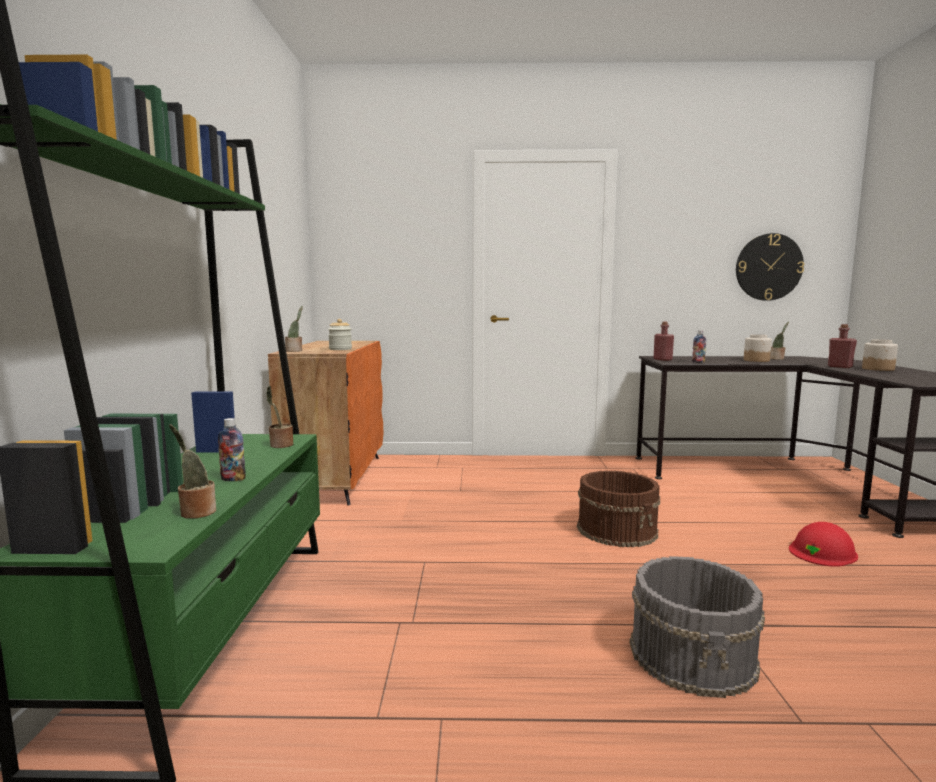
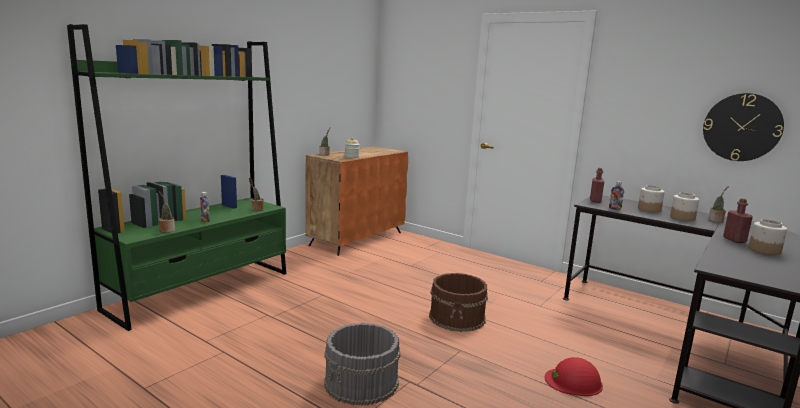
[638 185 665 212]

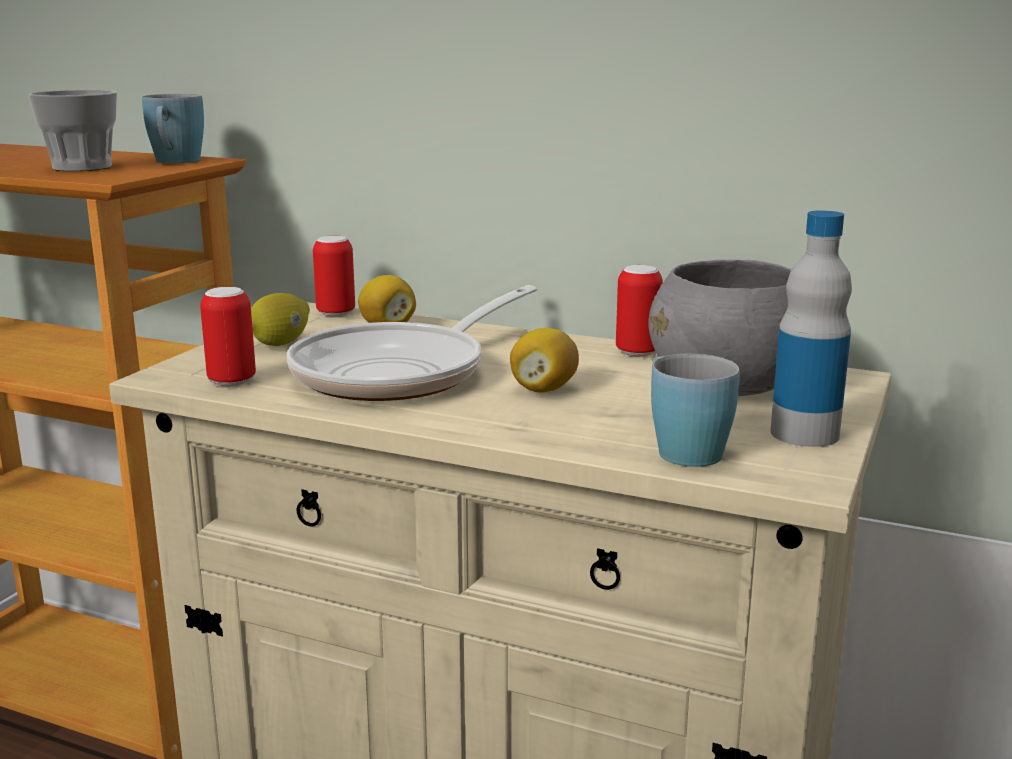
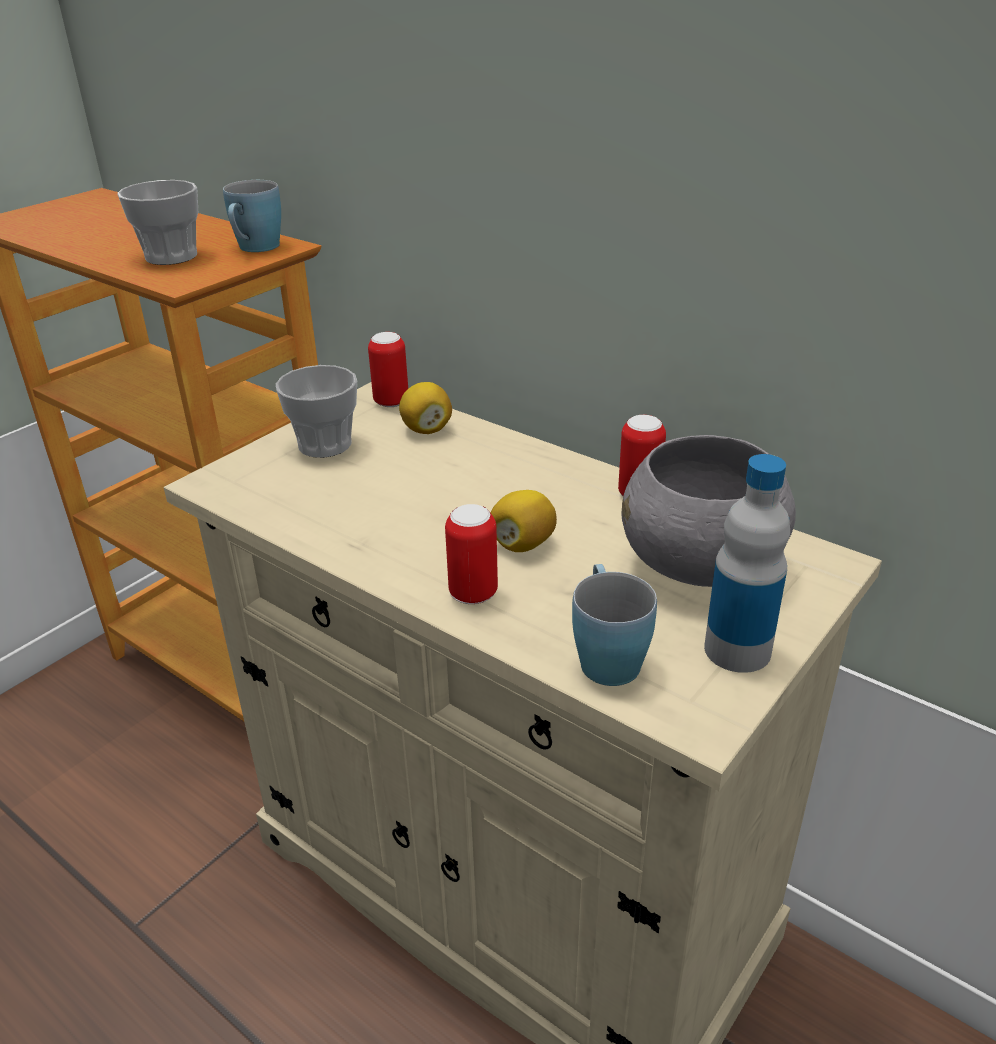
[287 285 537 401] (first image)
[445 504 498 604]
[276 365 357 458]

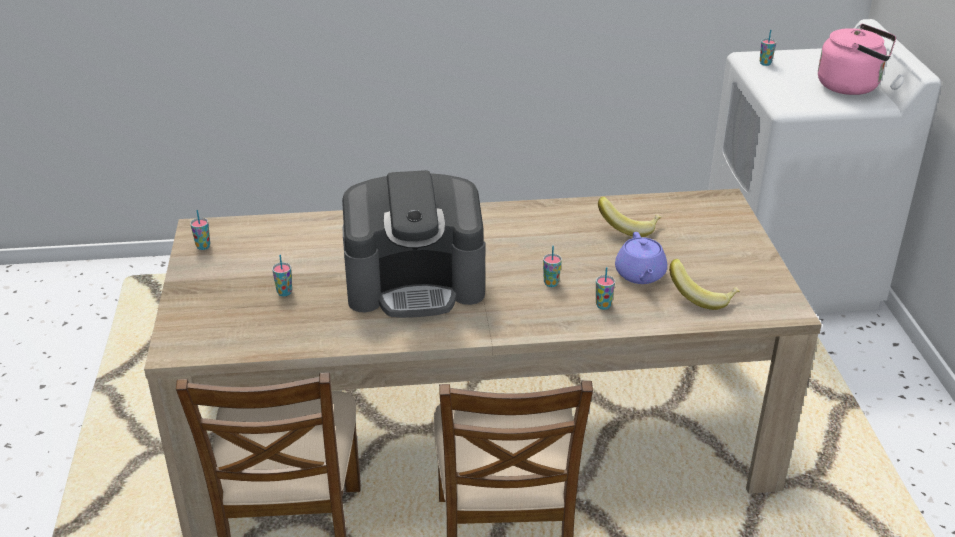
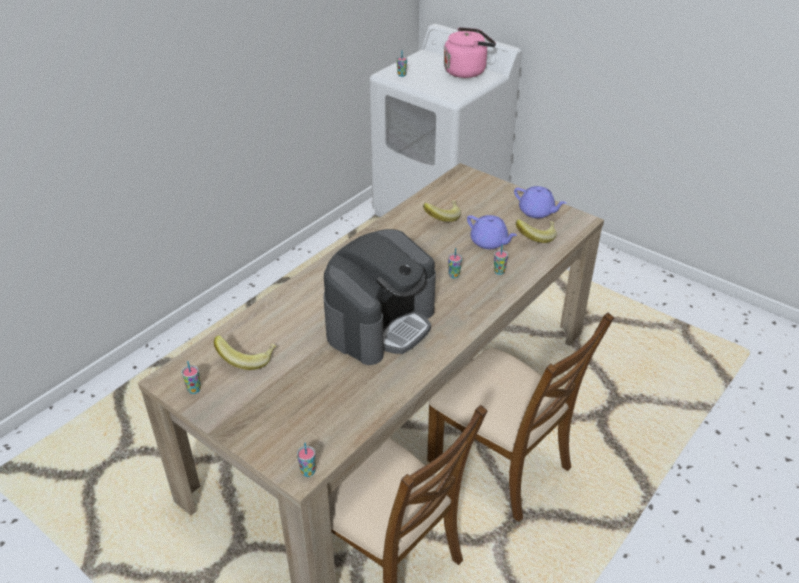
[297 443 316 477]
[514 186 566 218]
[214 335 276 370]

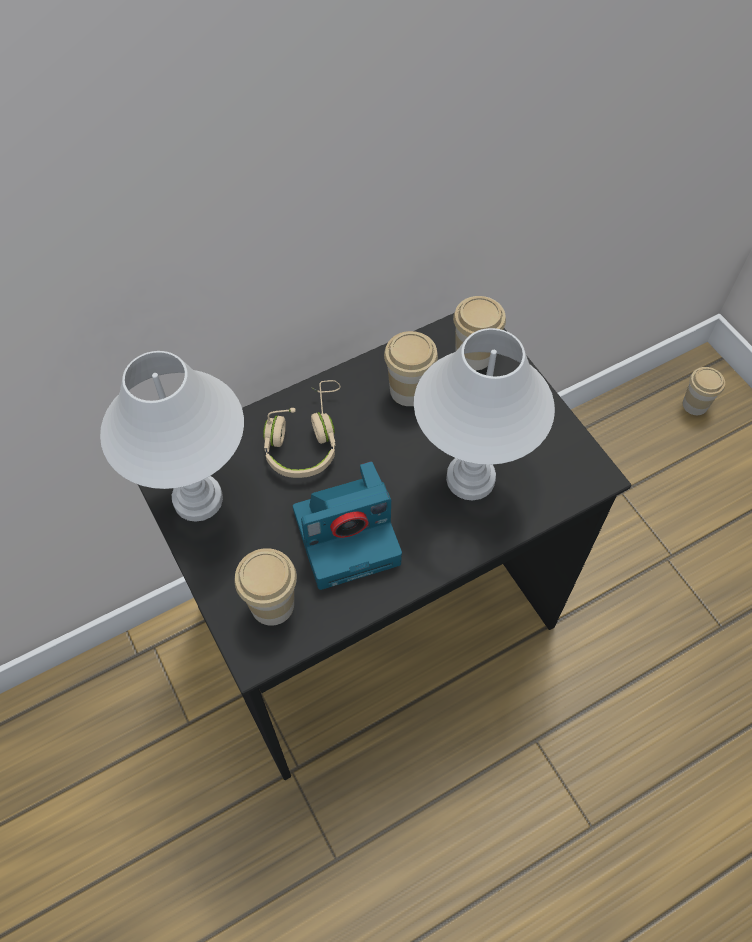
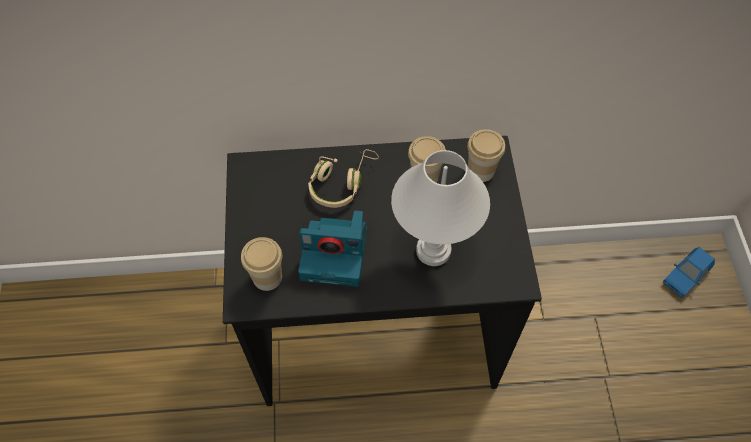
[100 351 244 522] (first image)
[663 247 715 298]

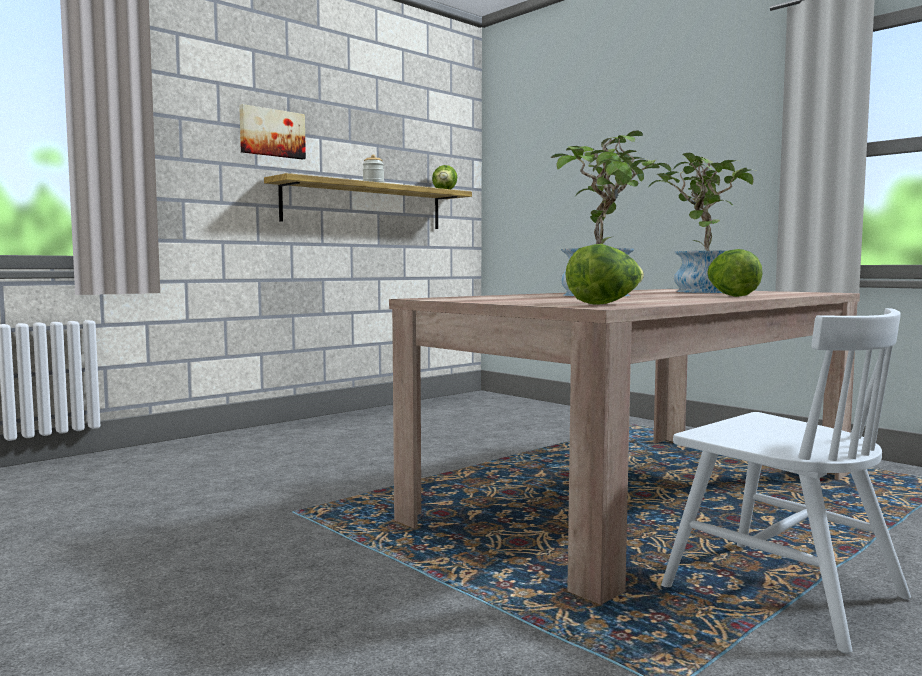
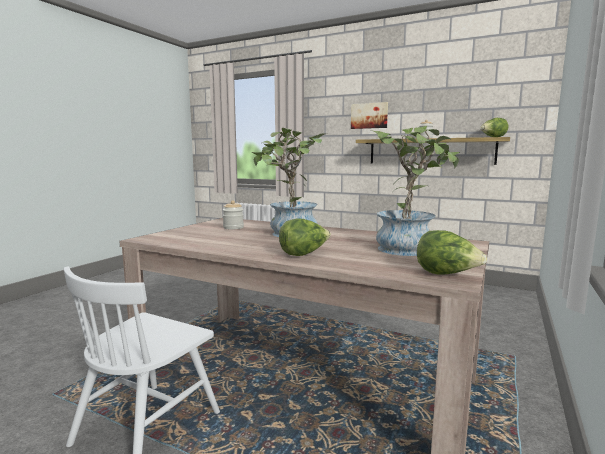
[417 230 487 275]
[223 200 244 230]

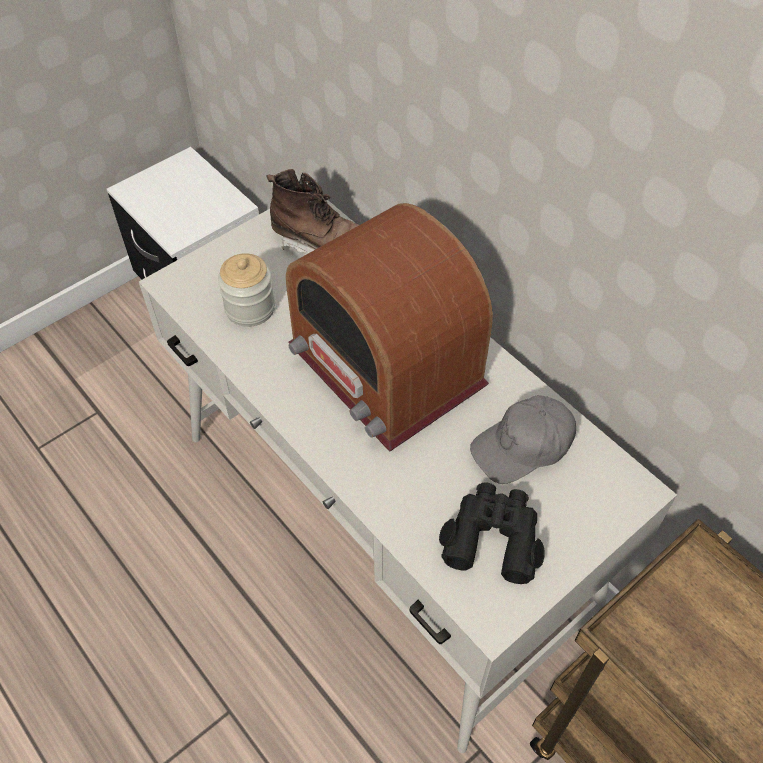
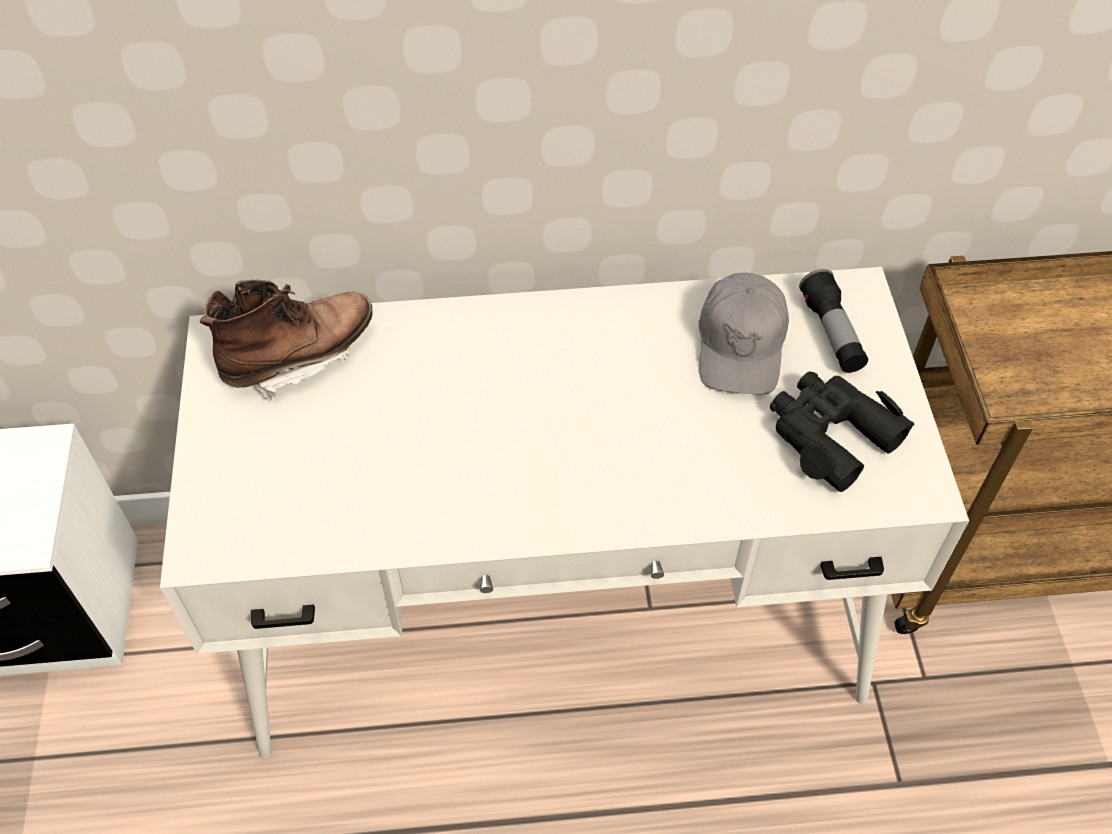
[286 203 493 452] (first image)
[218 253 275 327] (first image)
[799 269 868 373]

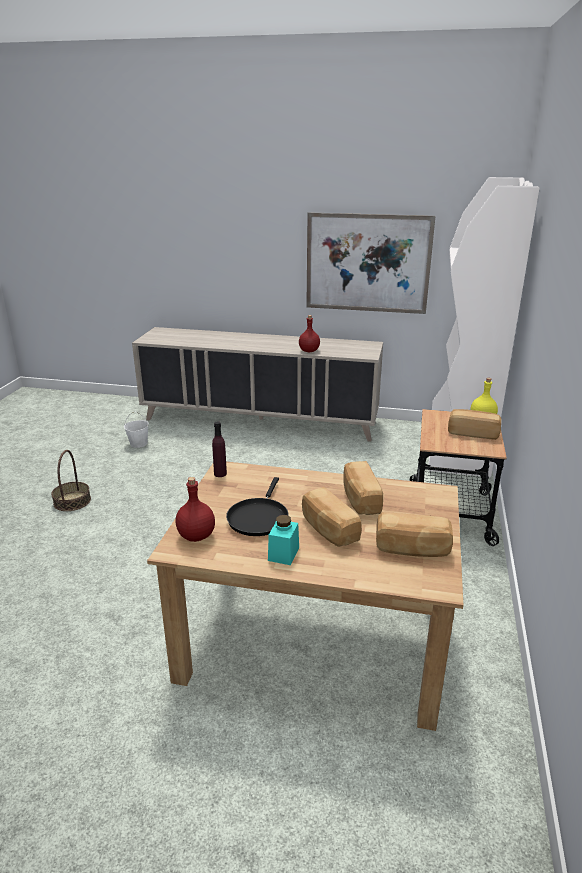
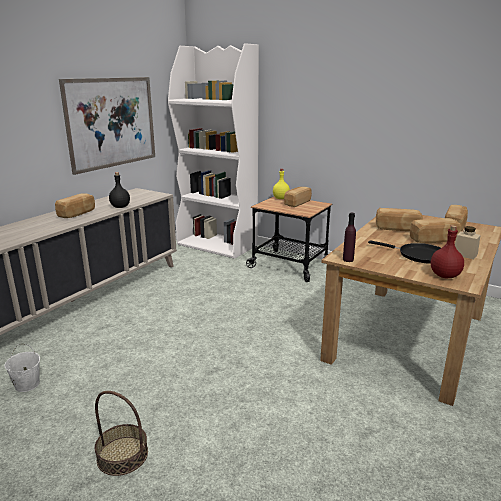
[109 172 130 208]
[455 226 481 259]
[55 193 95 218]

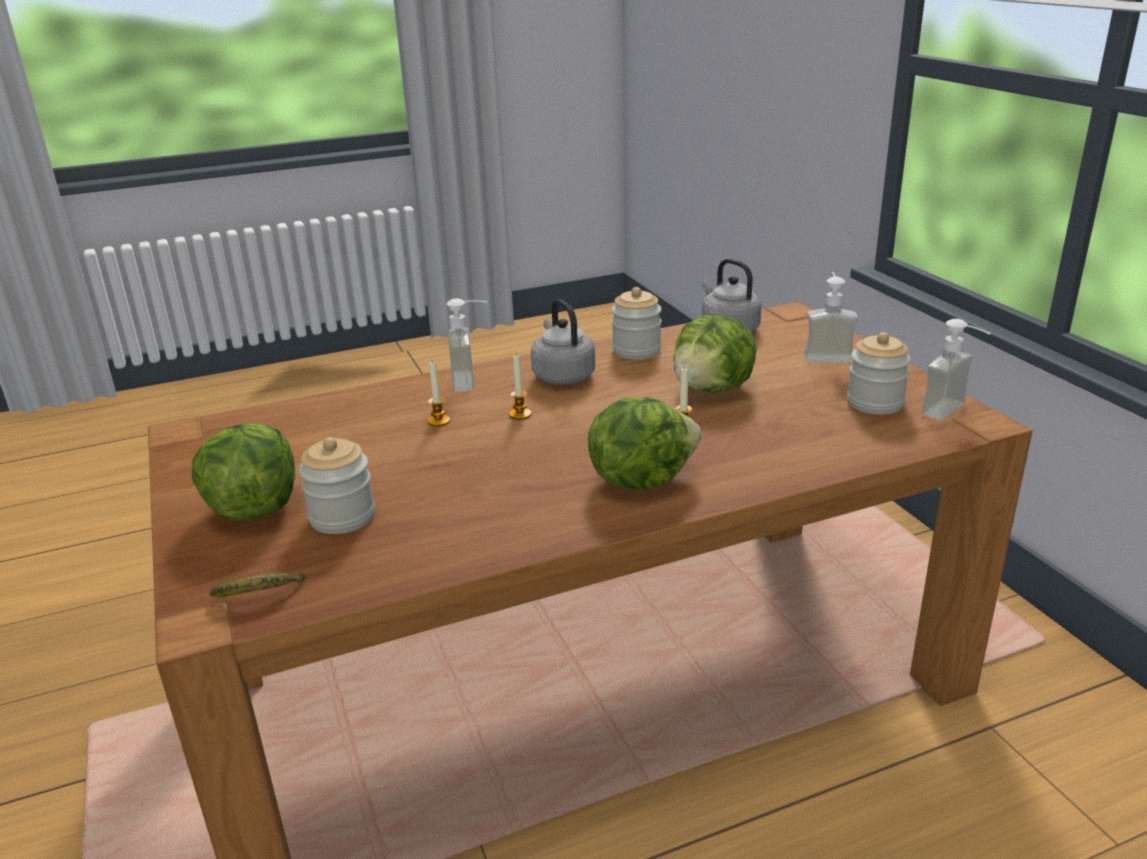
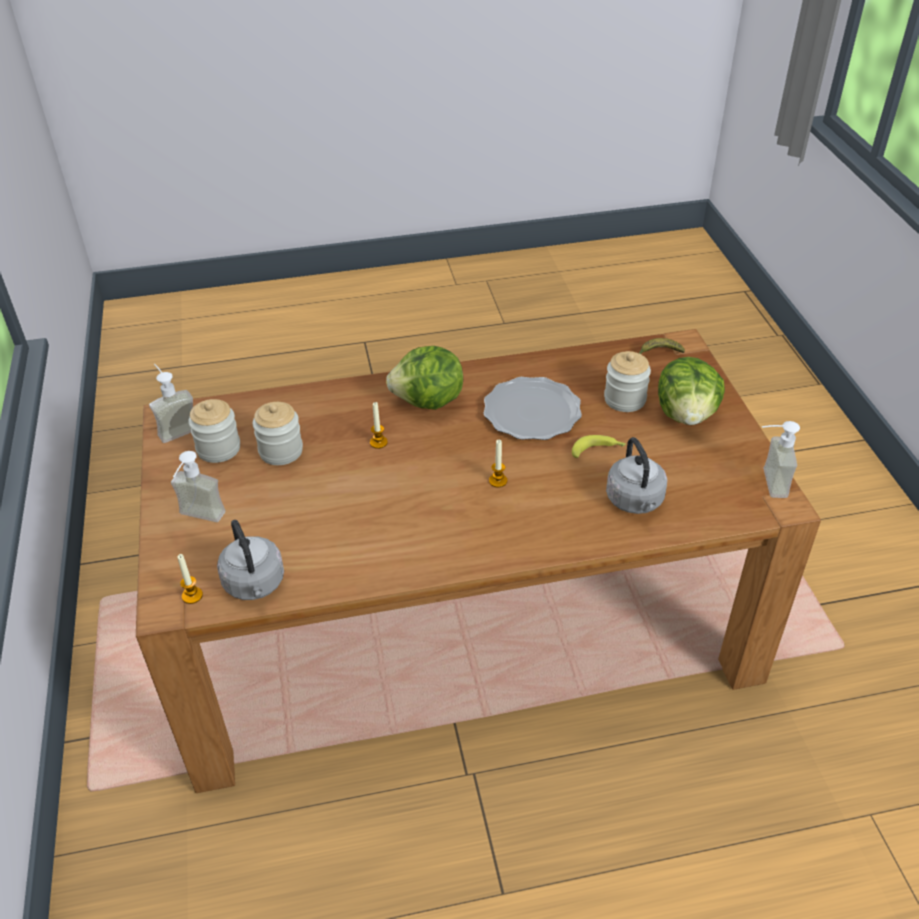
[253 402 303 465]
[762 421 800 498]
[606 437 667 514]
[674 315 757 392] (first image)
[177 554 203 604]
[483 377 582 440]
[572 435 626 458]

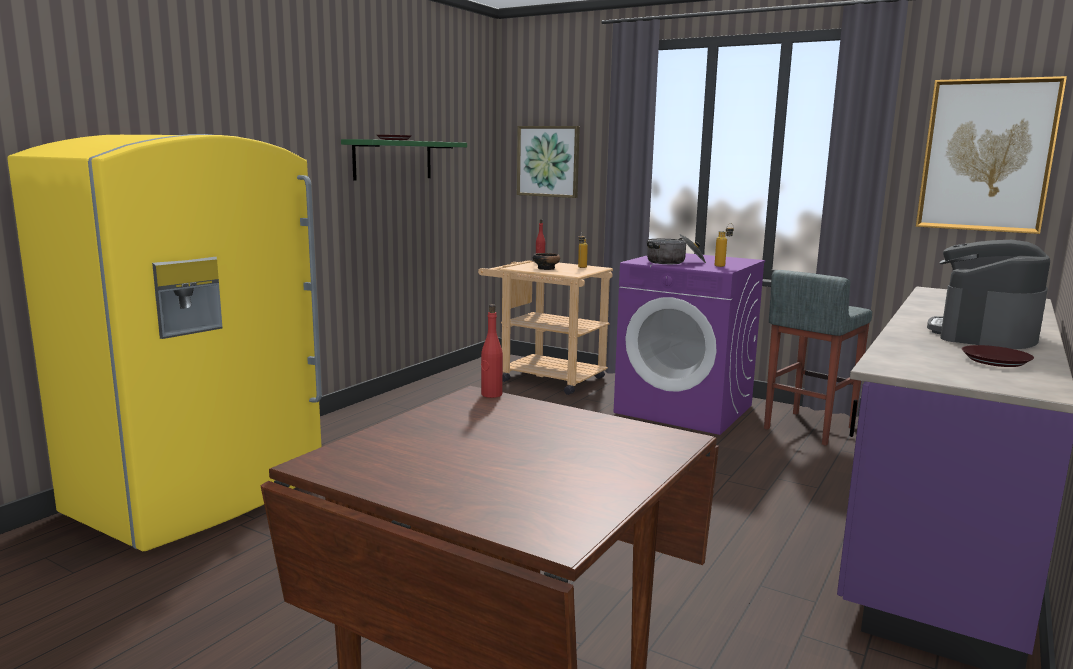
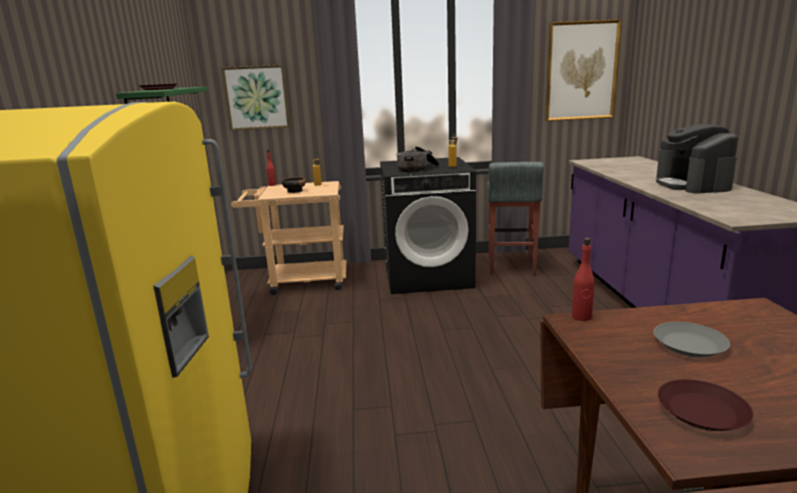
[380 157 476 294]
[658 379 753 431]
[654 322 730 357]

